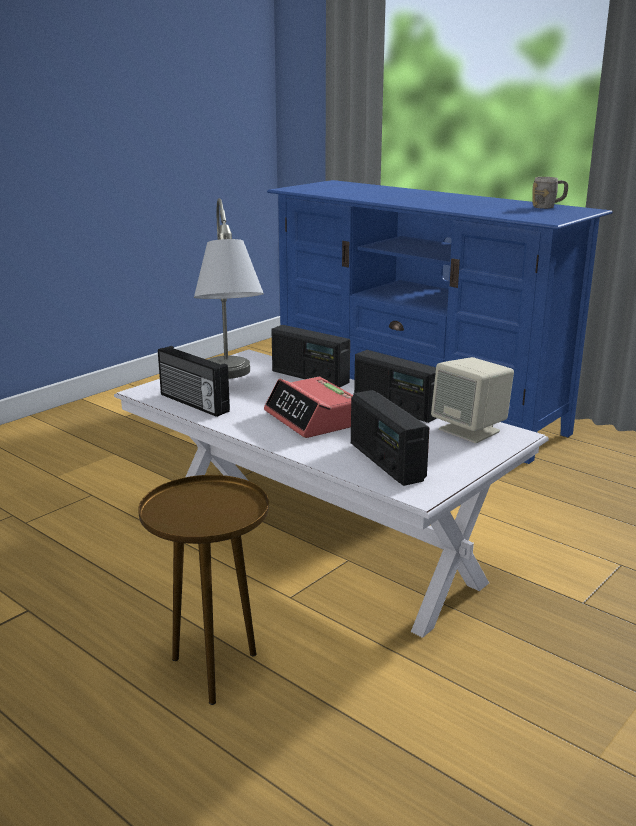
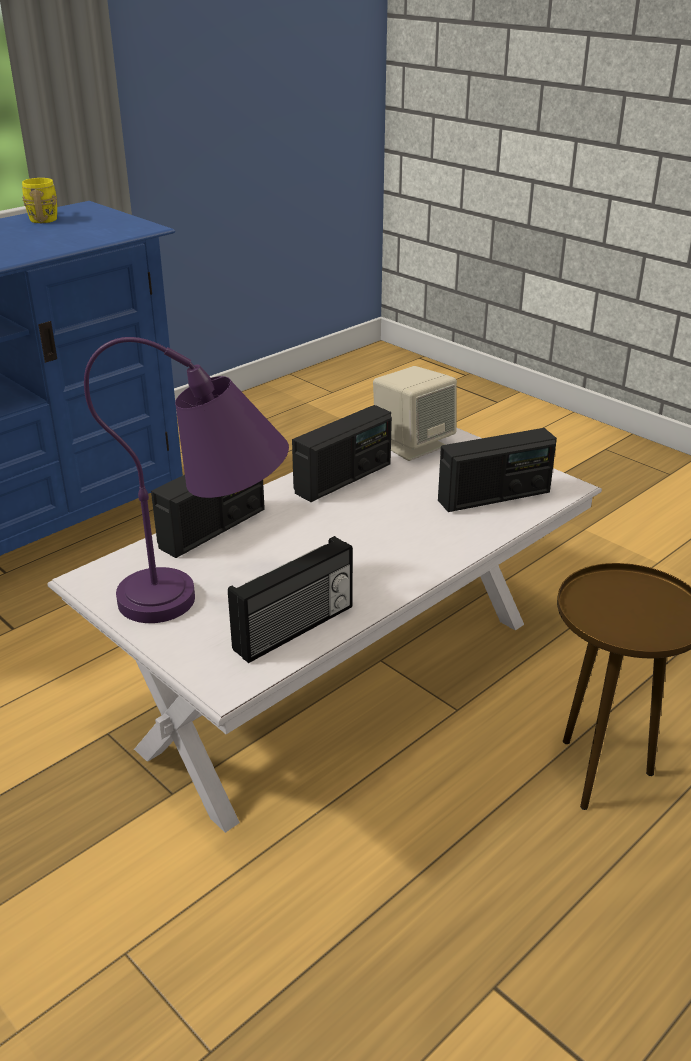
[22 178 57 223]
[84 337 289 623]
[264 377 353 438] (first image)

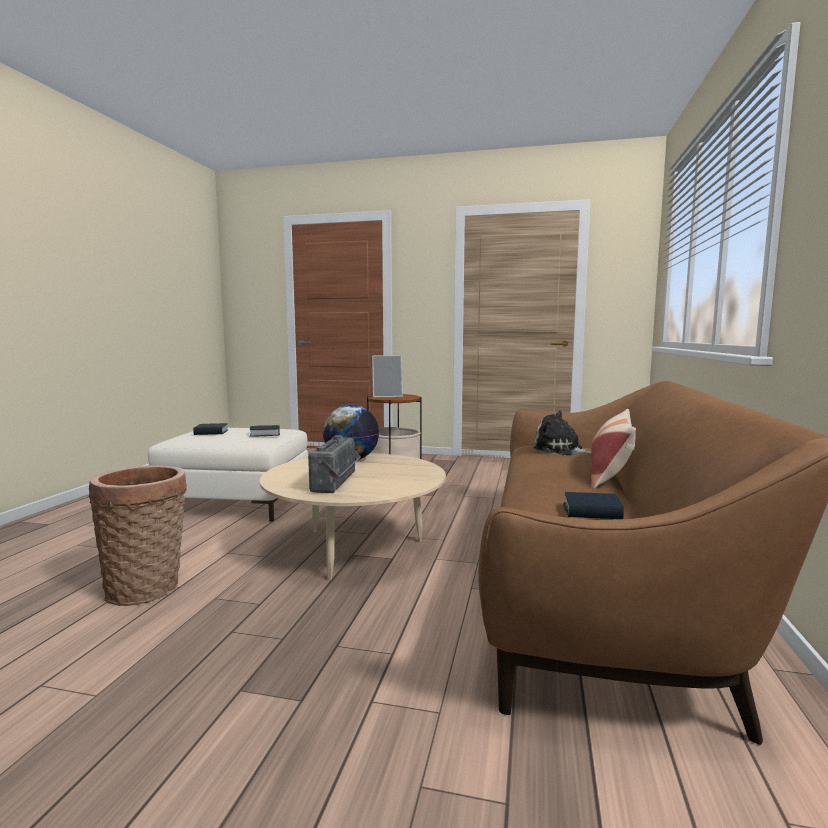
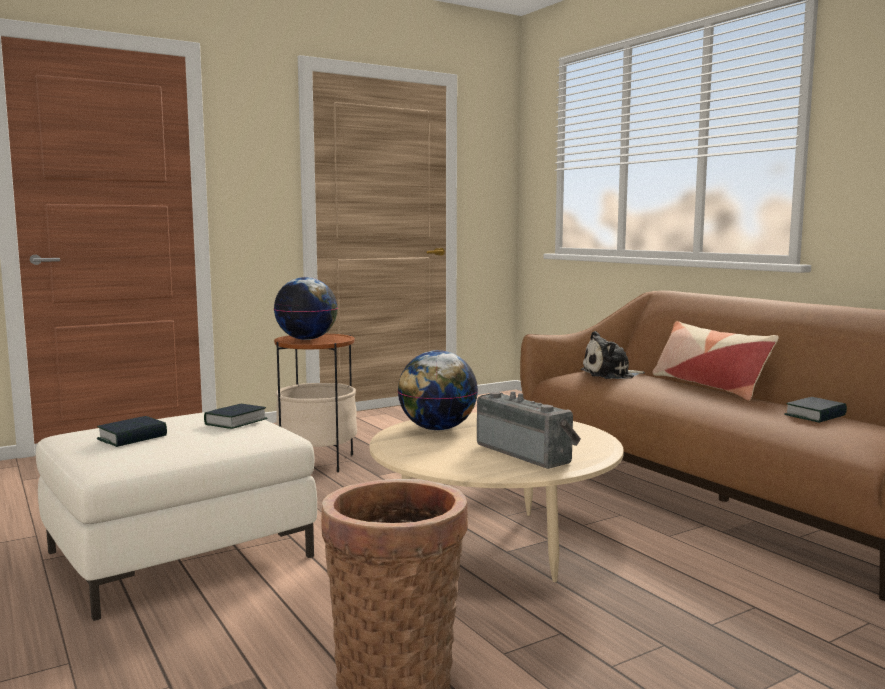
[274 277 338 340]

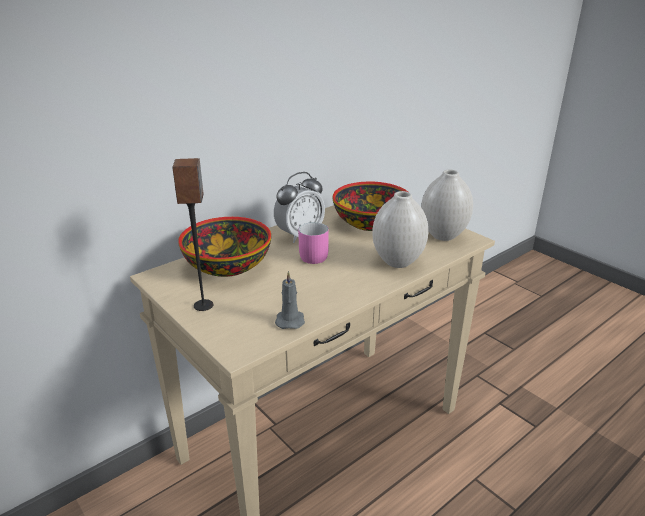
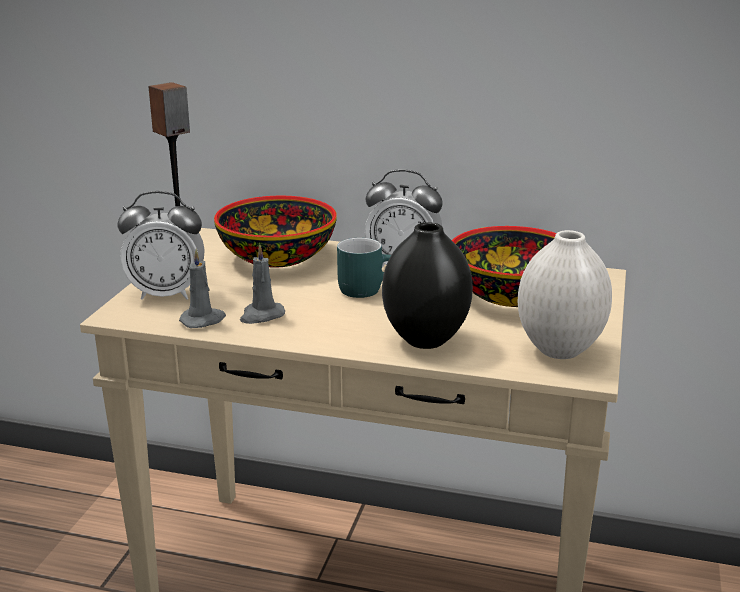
[382 222 473 349]
[337 238 391 298]
[118 191 205 300]
[240 244 285 324]

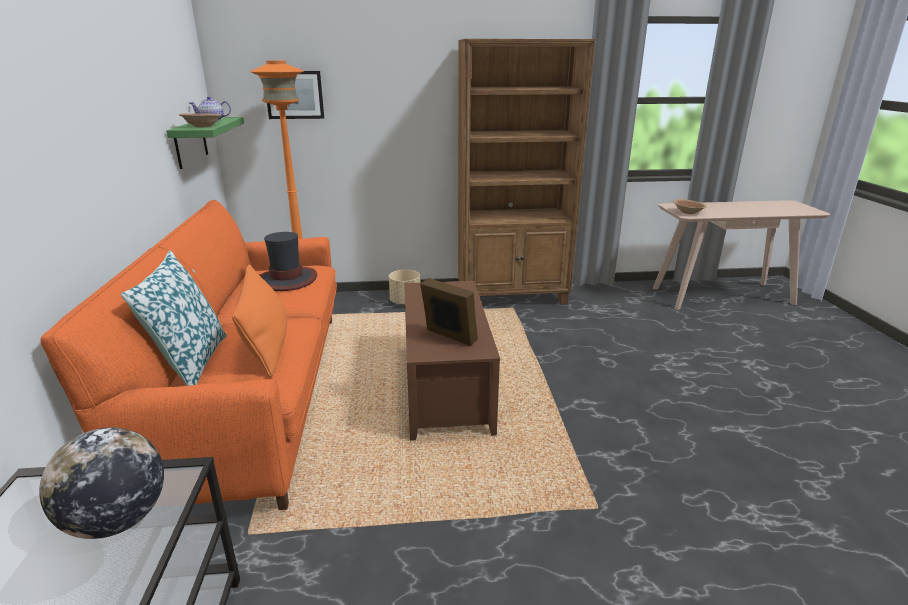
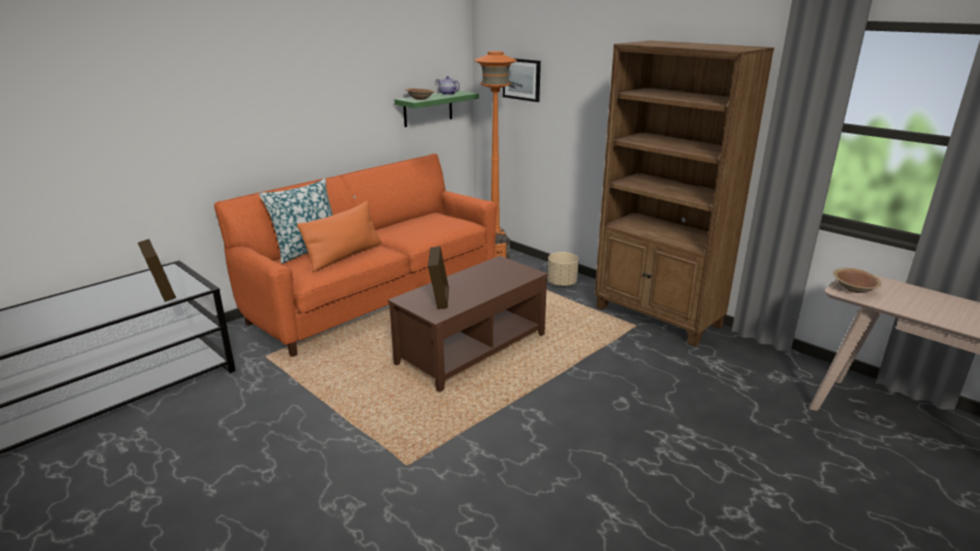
[259 232 317 291] (first image)
[138 239 176 302]

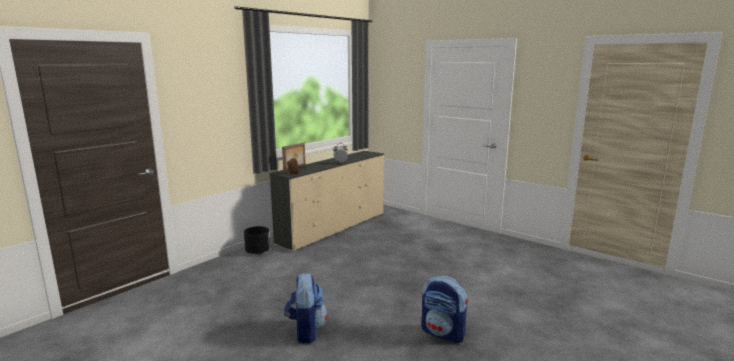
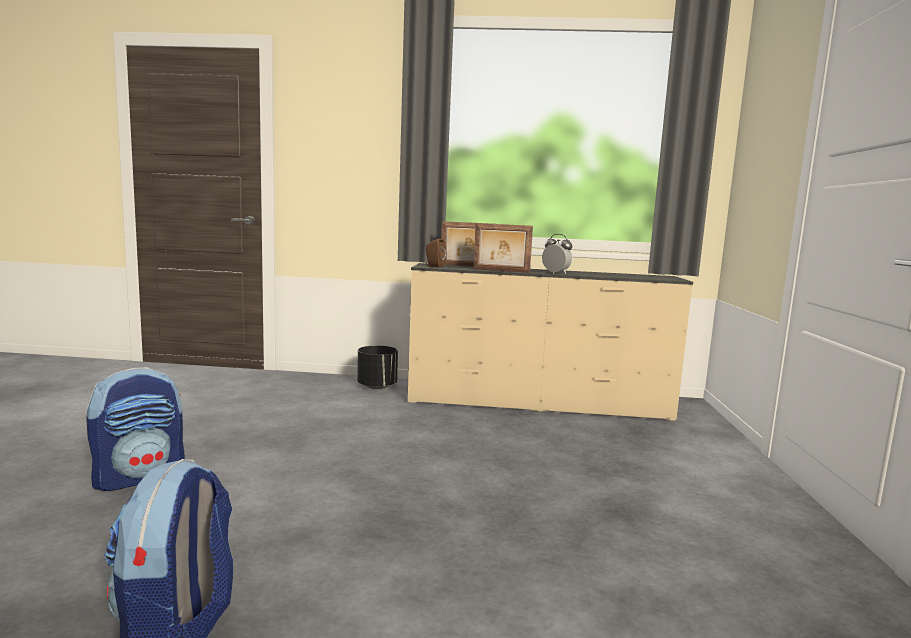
[473 223 533 273]

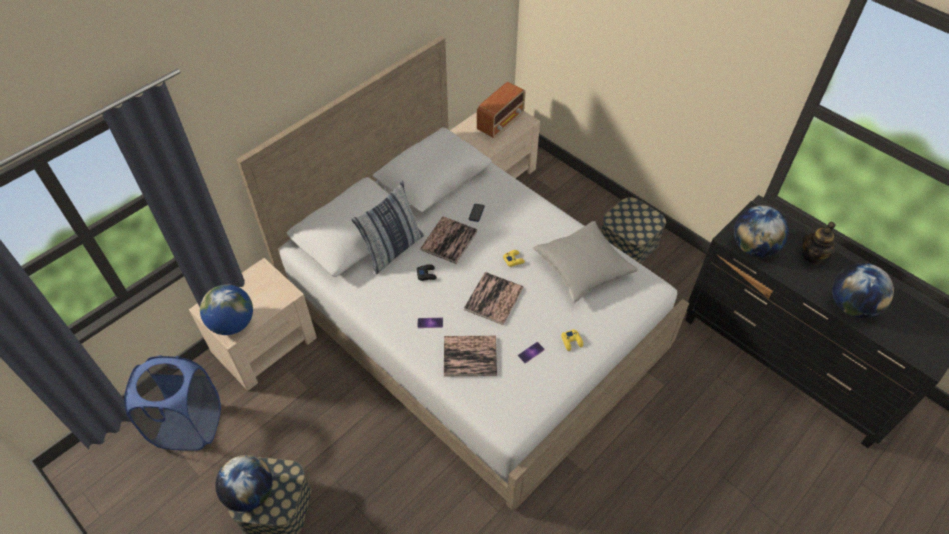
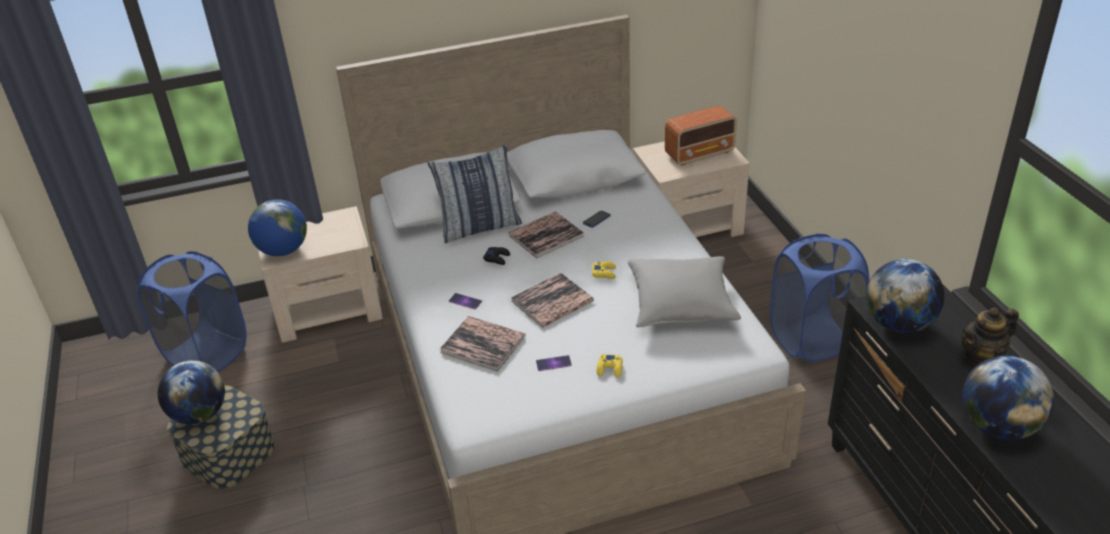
[770 233 869 362]

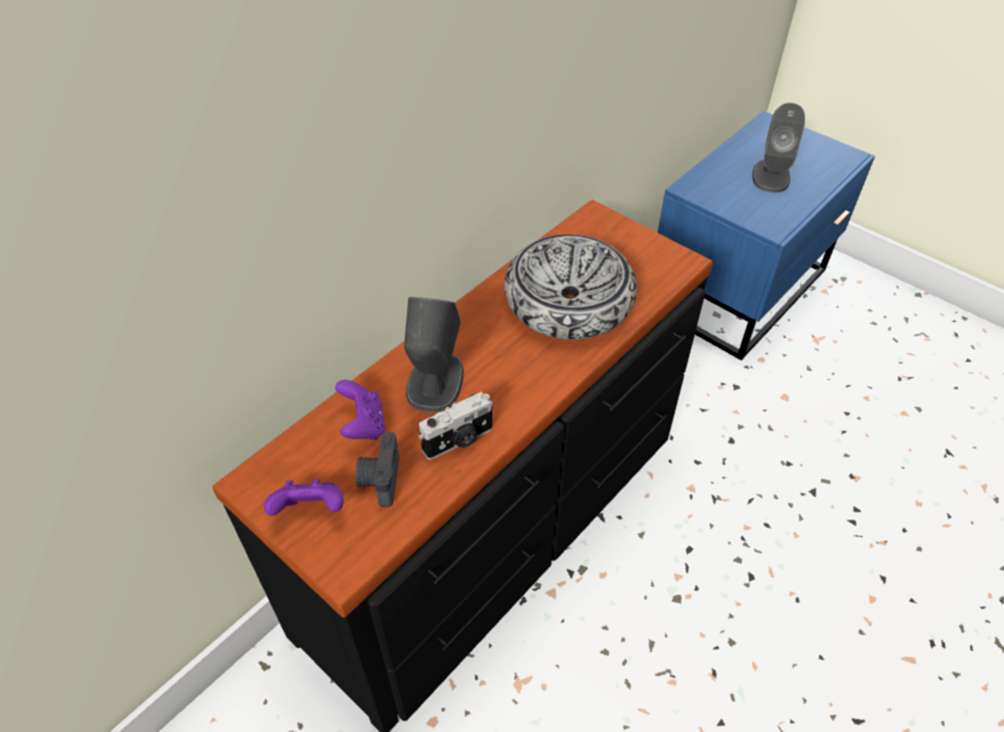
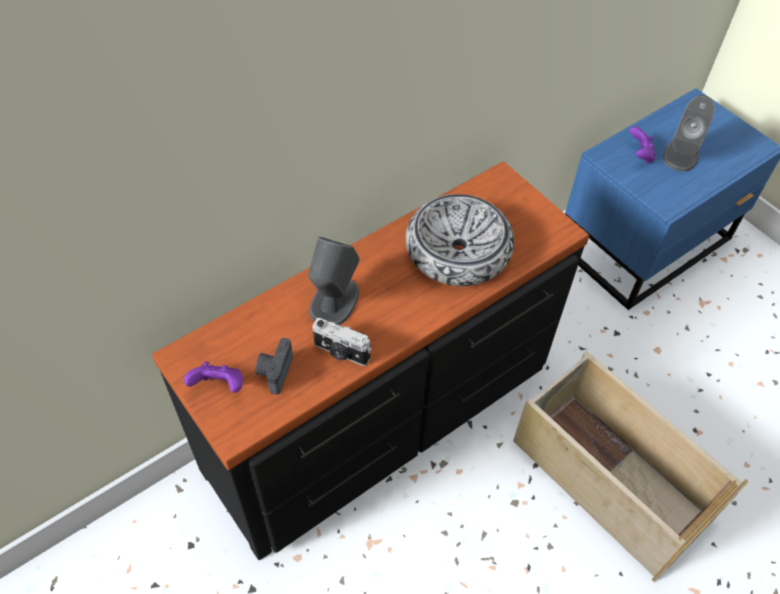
[629 126 656 164]
[312 318 372 366]
[513 351 749 582]

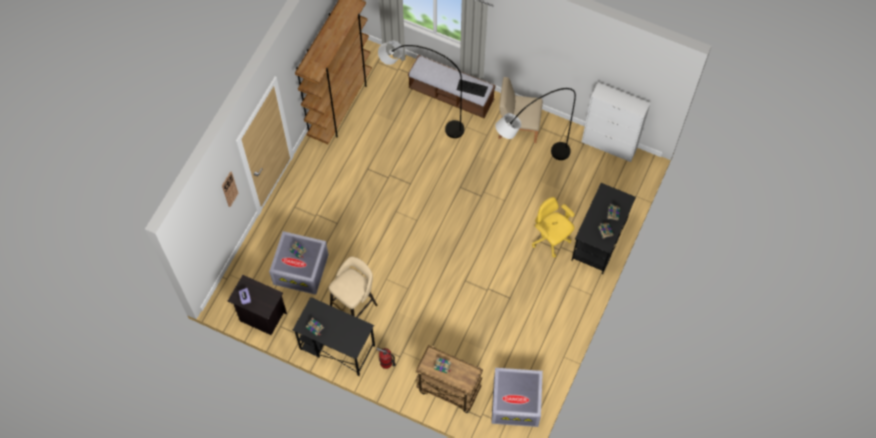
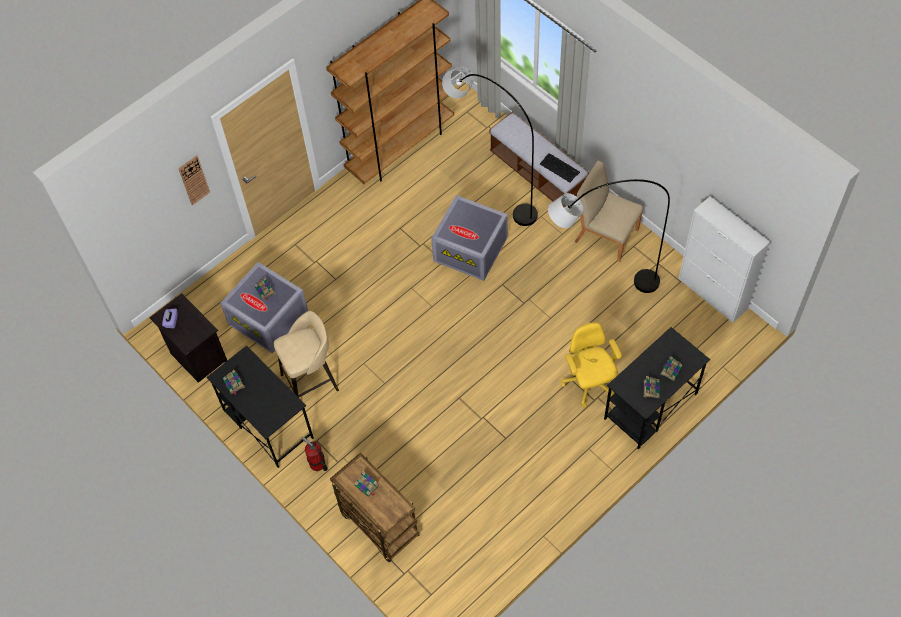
[431 195 508 281]

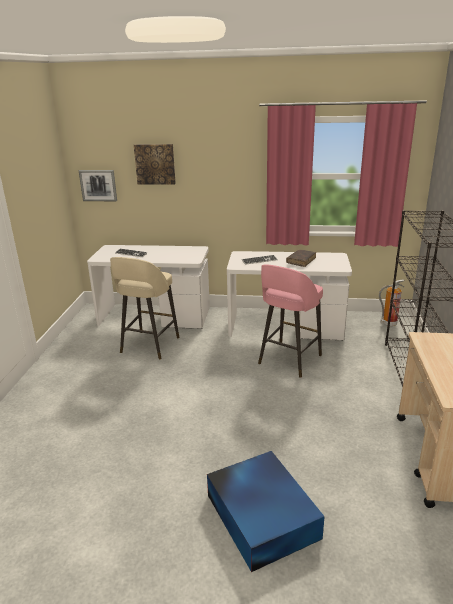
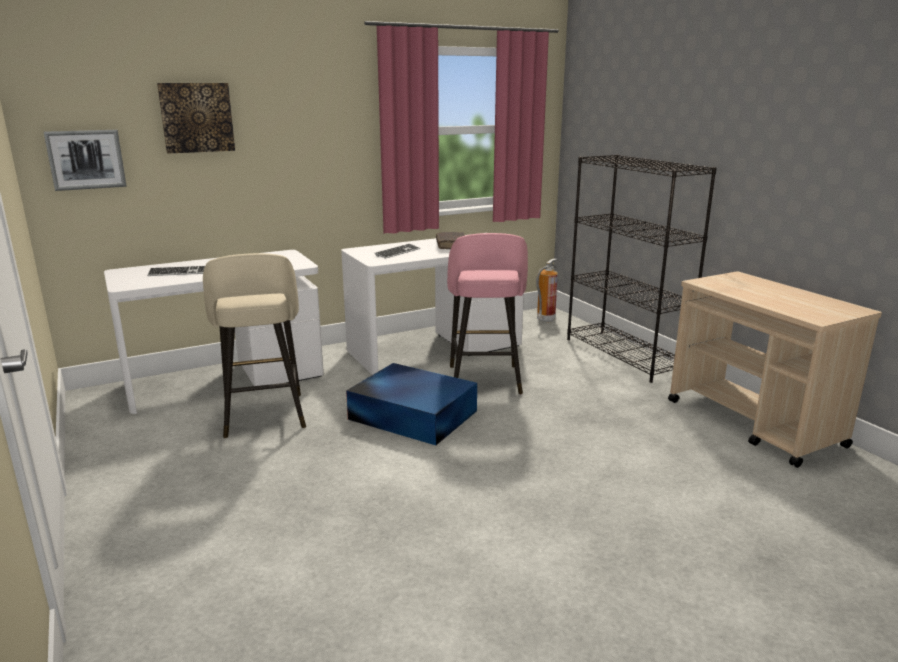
[346 363 477 445]

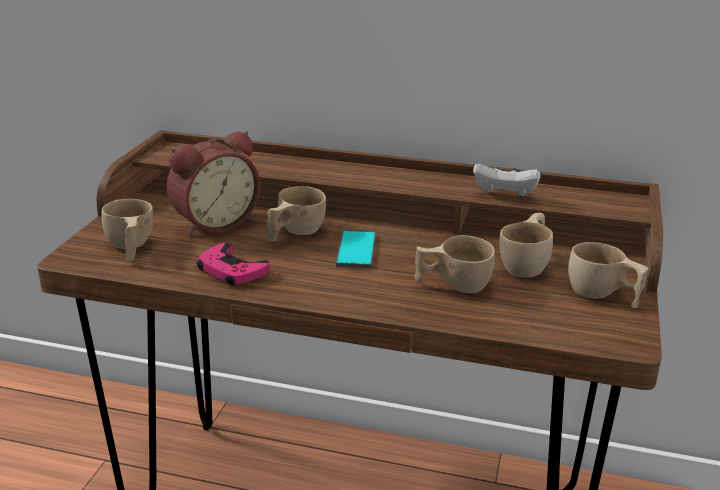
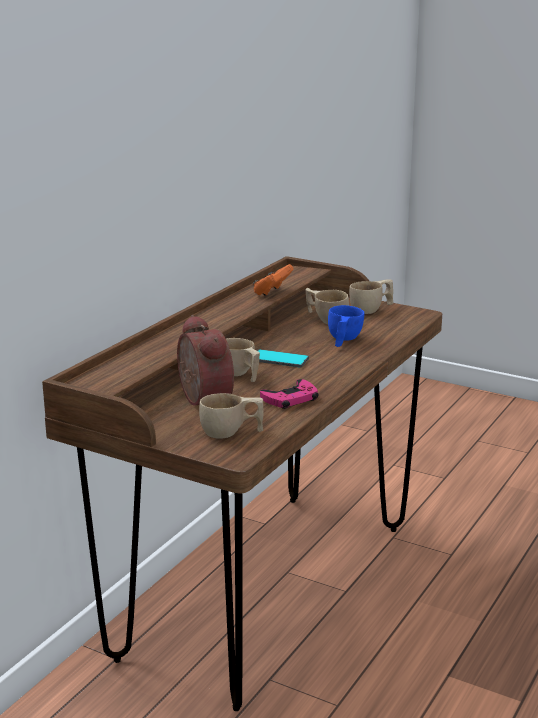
[253 264 294 296]
[328 305 364 347]

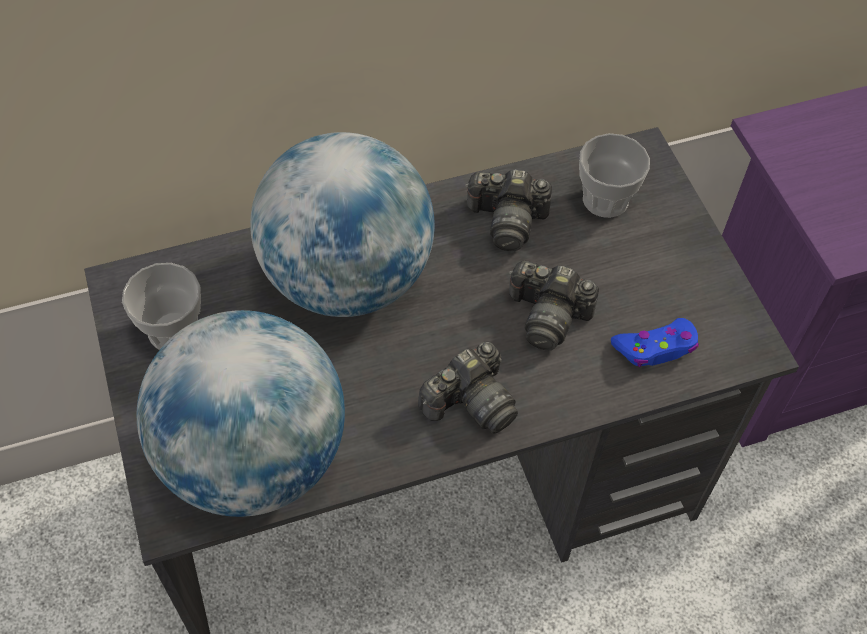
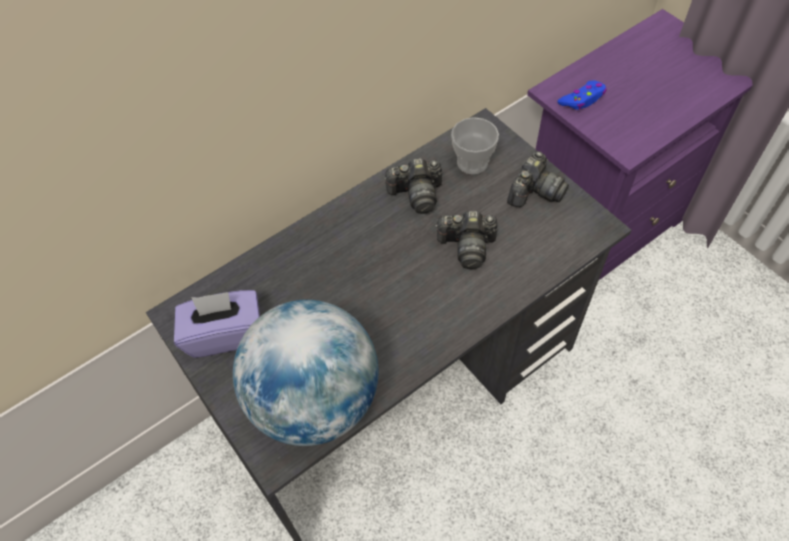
[250 132 435 317] (first image)
[174 290 260 358]
[558 81 607 110]
[507 151 569 207]

